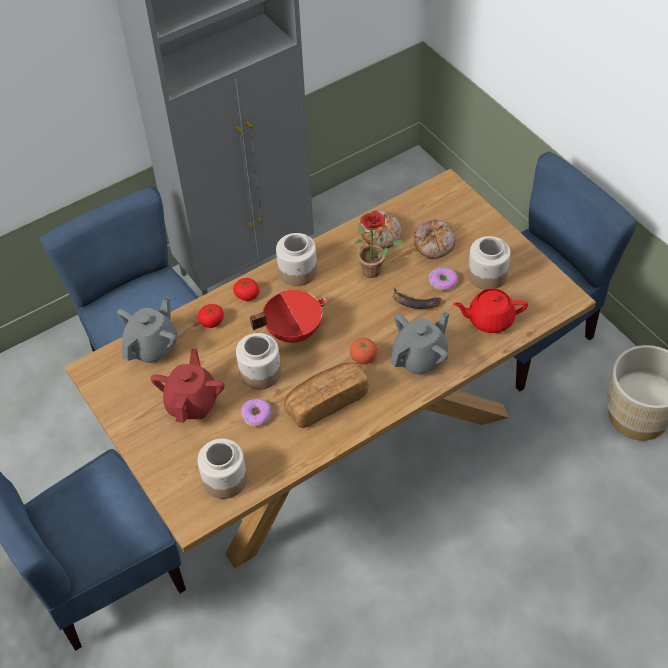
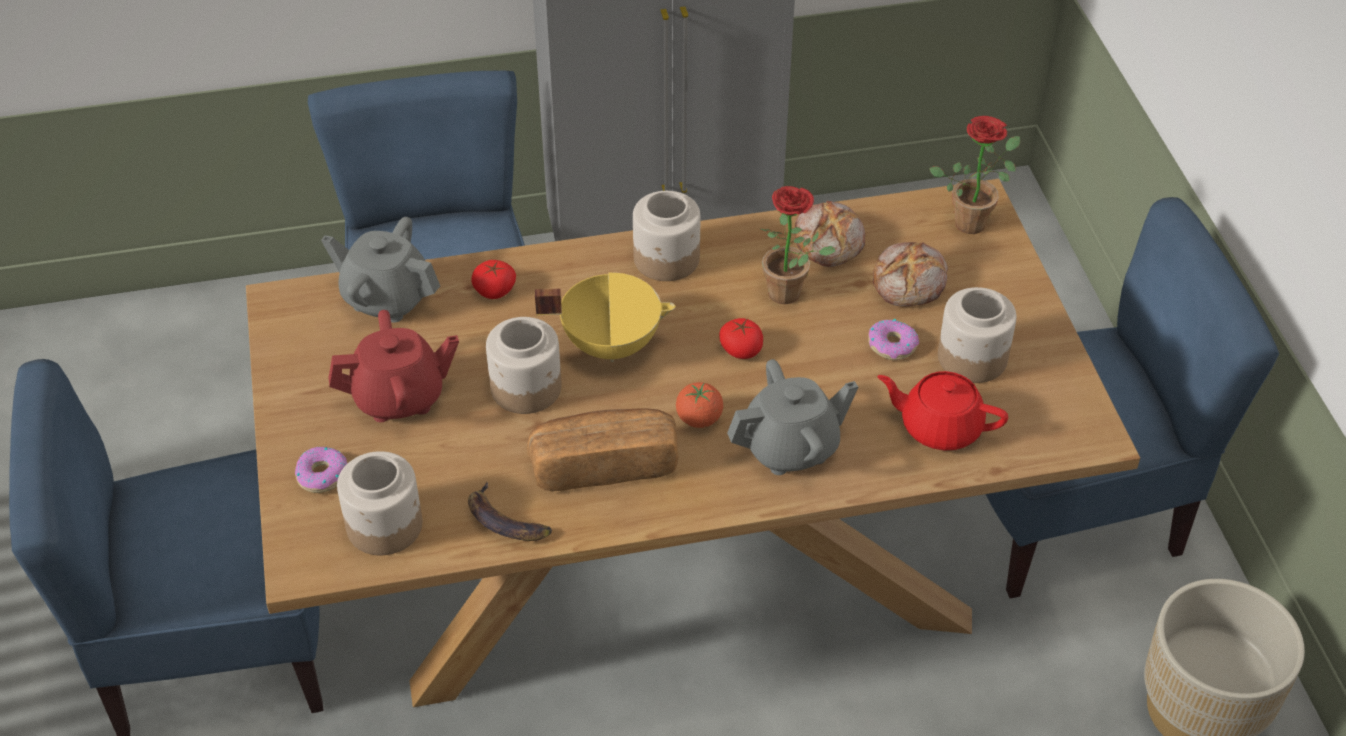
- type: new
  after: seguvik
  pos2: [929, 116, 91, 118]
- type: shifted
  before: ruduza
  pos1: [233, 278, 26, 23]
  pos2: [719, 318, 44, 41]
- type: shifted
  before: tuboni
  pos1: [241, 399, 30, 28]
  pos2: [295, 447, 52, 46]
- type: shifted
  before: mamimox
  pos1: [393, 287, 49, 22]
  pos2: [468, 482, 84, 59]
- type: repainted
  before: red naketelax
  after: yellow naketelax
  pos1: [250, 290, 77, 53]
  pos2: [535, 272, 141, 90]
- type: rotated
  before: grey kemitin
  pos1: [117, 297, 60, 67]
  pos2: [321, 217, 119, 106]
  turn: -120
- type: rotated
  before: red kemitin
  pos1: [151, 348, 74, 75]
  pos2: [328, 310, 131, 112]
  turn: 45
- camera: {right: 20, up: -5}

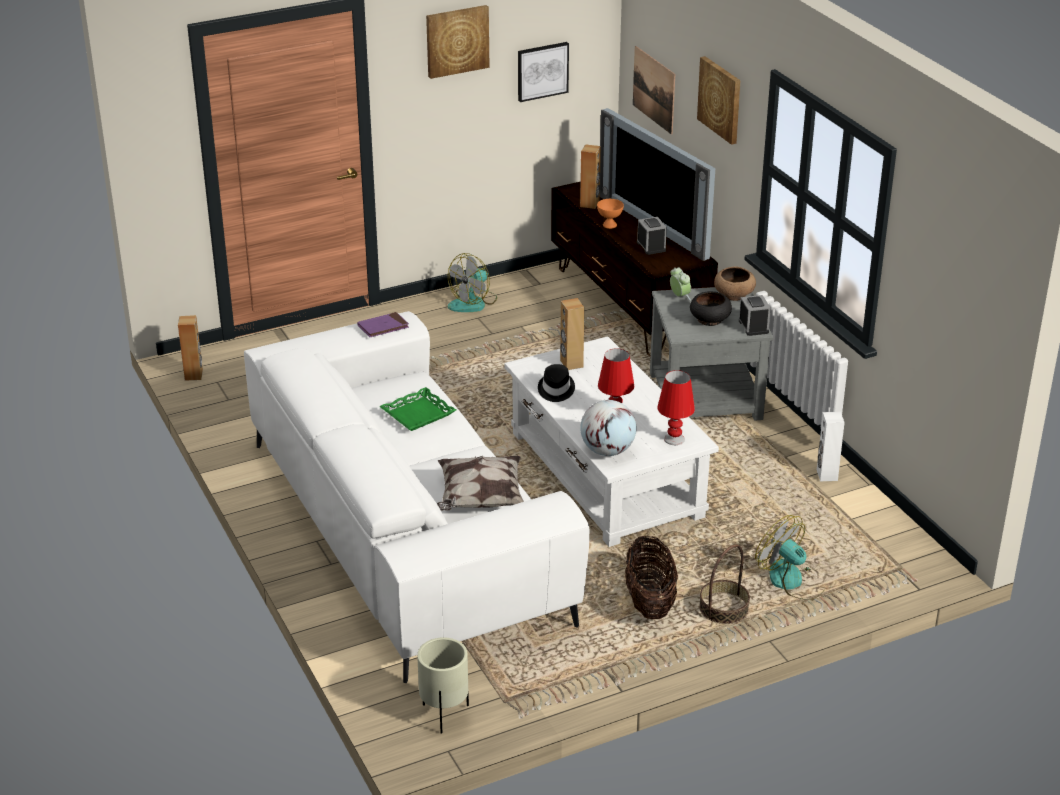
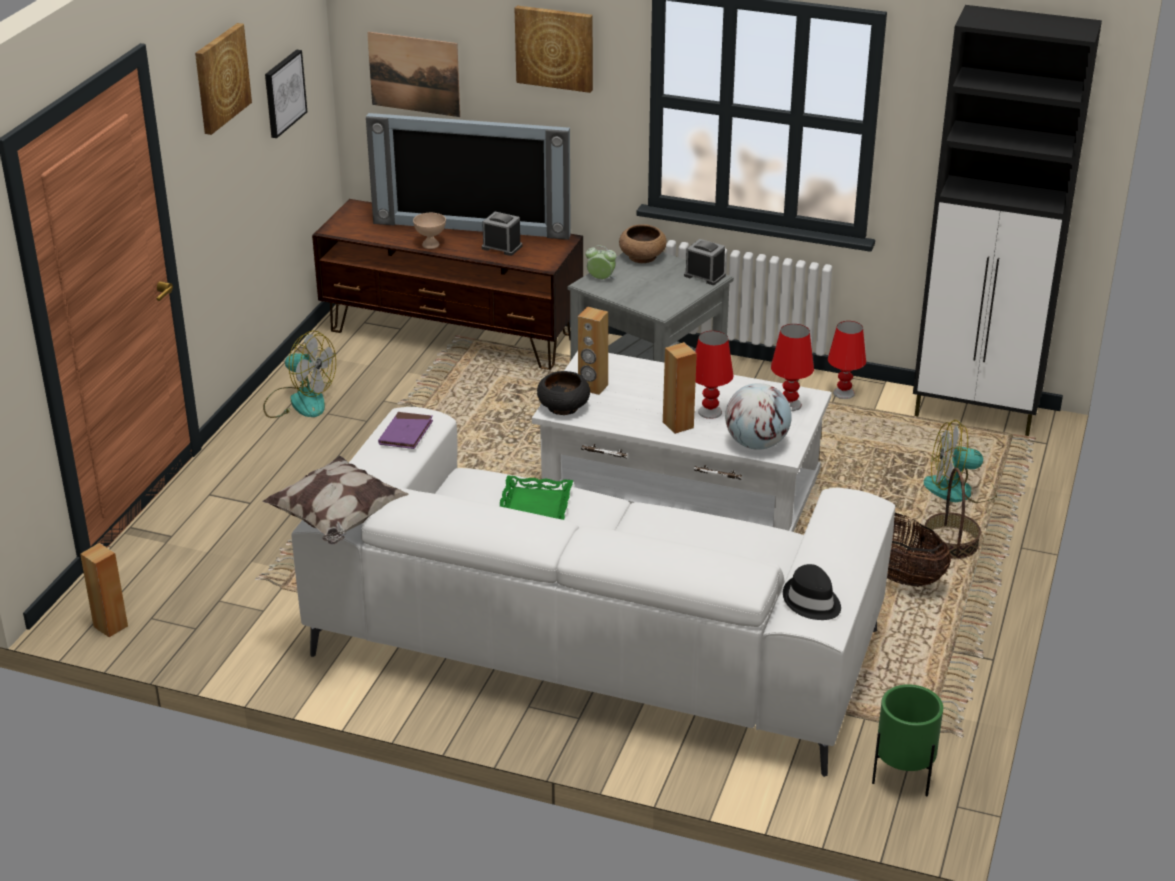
- type: new
  after: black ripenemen
  pos2: [913, 5, 189, 431]
- type: shifted
  before: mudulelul
  pos1: [437, 456, 87, 55]
  pos2: [262, 456, 146, 88]
- type: shifted
  before: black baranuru
  pos1: [538, 364, 37, 38]
  pos2: [783, 564, 58, 56]
- type: shifted
  before: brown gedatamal
  pos1: [580, 144, 21, 65]
  pos2: [663, 342, 34, 92]
- type: shifted
  before: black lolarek
  pos1: [690, 291, 42, 35]
  pos2: [537, 371, 53, 44]
- type: swapped
  before: white gedatamal
  after: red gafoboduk
  pos1: [817, 412, 28, 69]
  pos2: [828, 321, 38, 78]
- type: repainted
  before: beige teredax
  after: green teredax
  pos1: [417, 637, 52, 97]
  pos2: [872, 684, 71, 113]
- type: repainted
  before: orange lolarek
  after: beige lolarek
  pos1: [597, 199, 27, 30]
  pos2: [413, 213, 33, 36]
- type: rotated
  before: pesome
  pos1: [448, 253, 49, 59]
  pos2: [263, 331, 73, 87]
  turn: -60
- camera: {right: -45, up: 0}

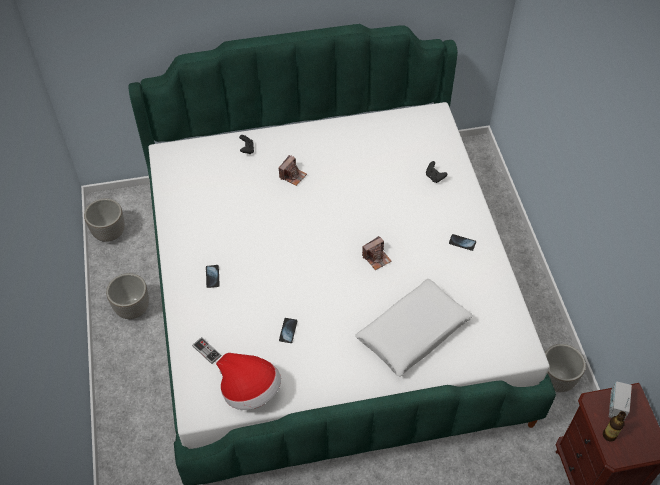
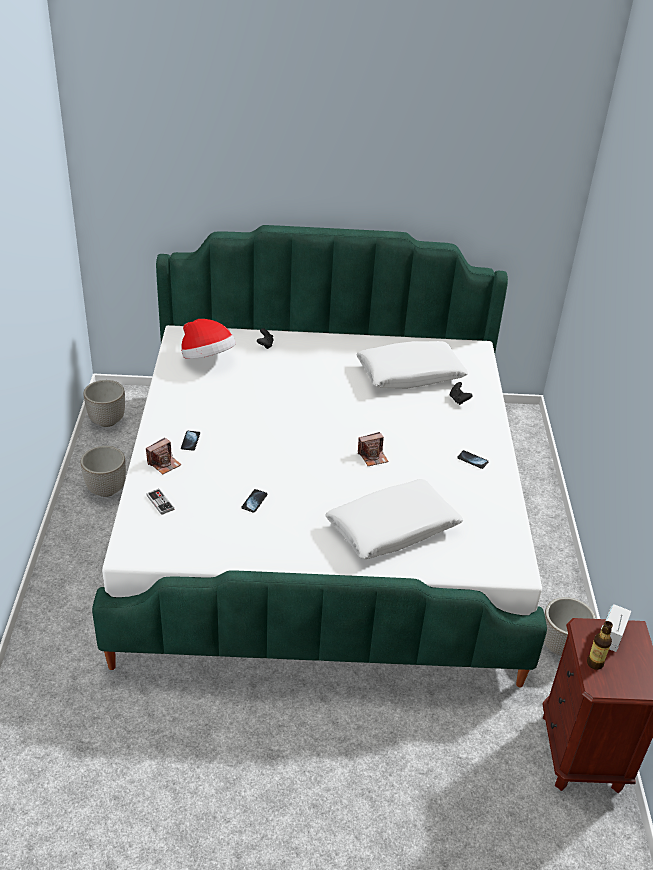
- type: new
  after: white mudulelul
  pos2: [356, 341, 112, 48]
- type: shifted
  before: baranuru
  pos1: [216, 353, 65, 57]
  pos2: [181, 319, 55, 40]
- type: shifted
  before: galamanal
  pos1: [279, 155, 28, 31]
  pos2: [146, 438, 36, 36]
- camera: {right: 10, up: -15}

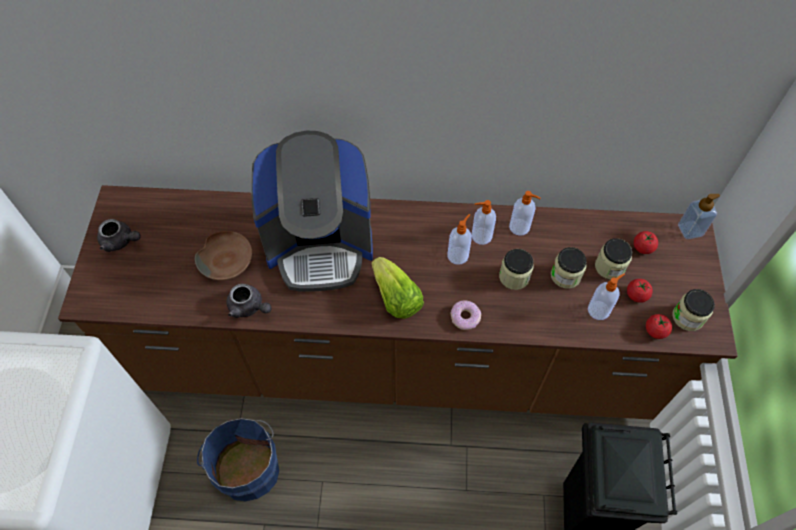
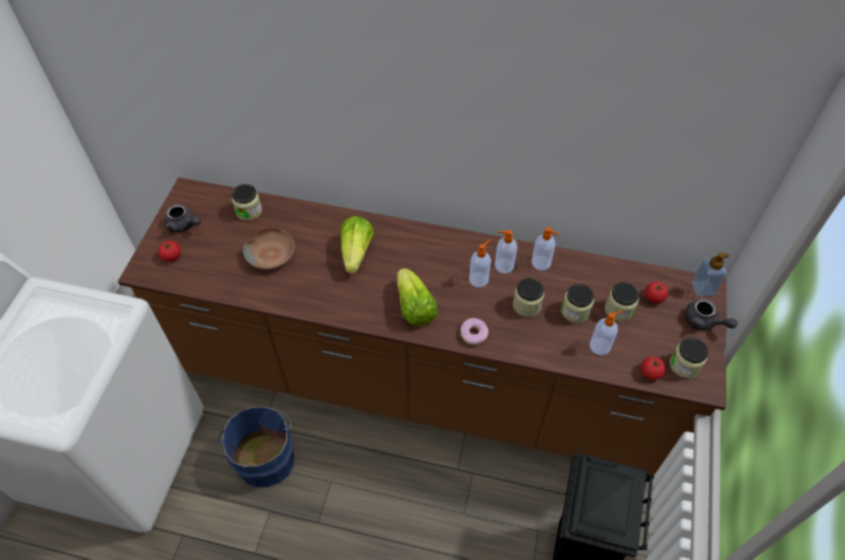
- type: new
  after: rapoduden
  pos2: [232, 184, 30, 37]
- type: shifted
  before: grey kemitin
  pos1: [227, 284, 45, 34]
  pos2: [684, 299, 53, 31]
- type: shifted
  before: ruduza
  pos1: [627, 279, 26, 24]
  pos2: [158, 241, 23, 21]
- type: swapped
  before: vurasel
  after: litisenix
  pos1: [251, 131, 122, 161]
  pos2: [341, 216, 33, 57]
- camera: {right: 10, up: -5}

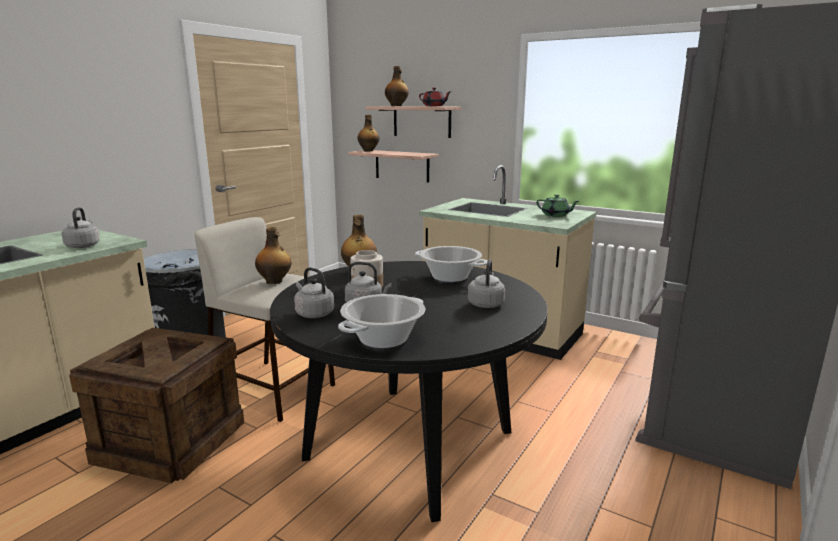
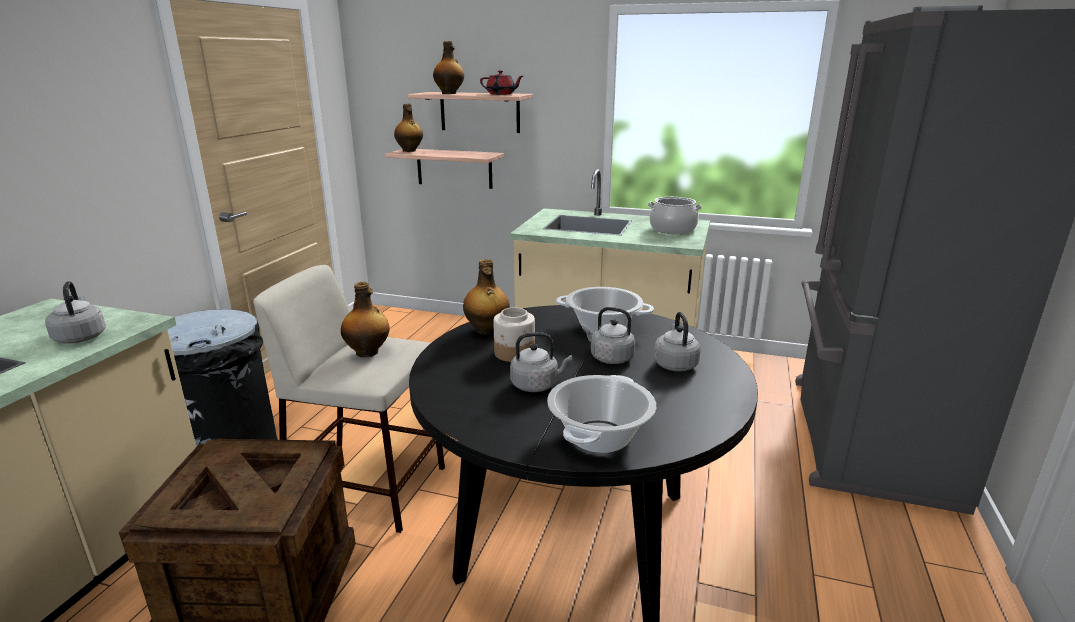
- type: shifted
  before: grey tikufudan
  pos1: [294, 267, 40, 51]
  pos2: [582, 307, 53, 57]
- type: swapped
  before: green kemitin
  after: naketelax
  pos1: [536, 194, 43, 23]
  pos2: [648, 197, 54, 37]
- camera: {right: -15, up: 5}

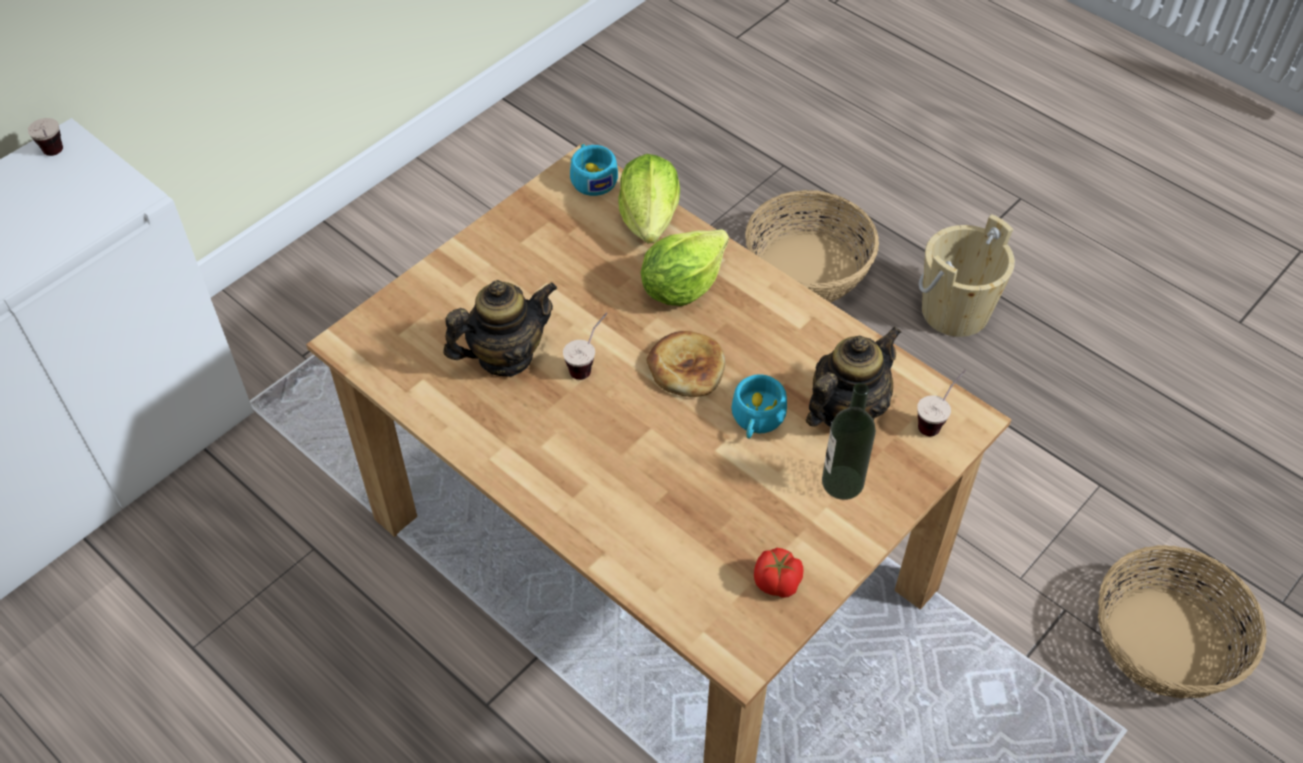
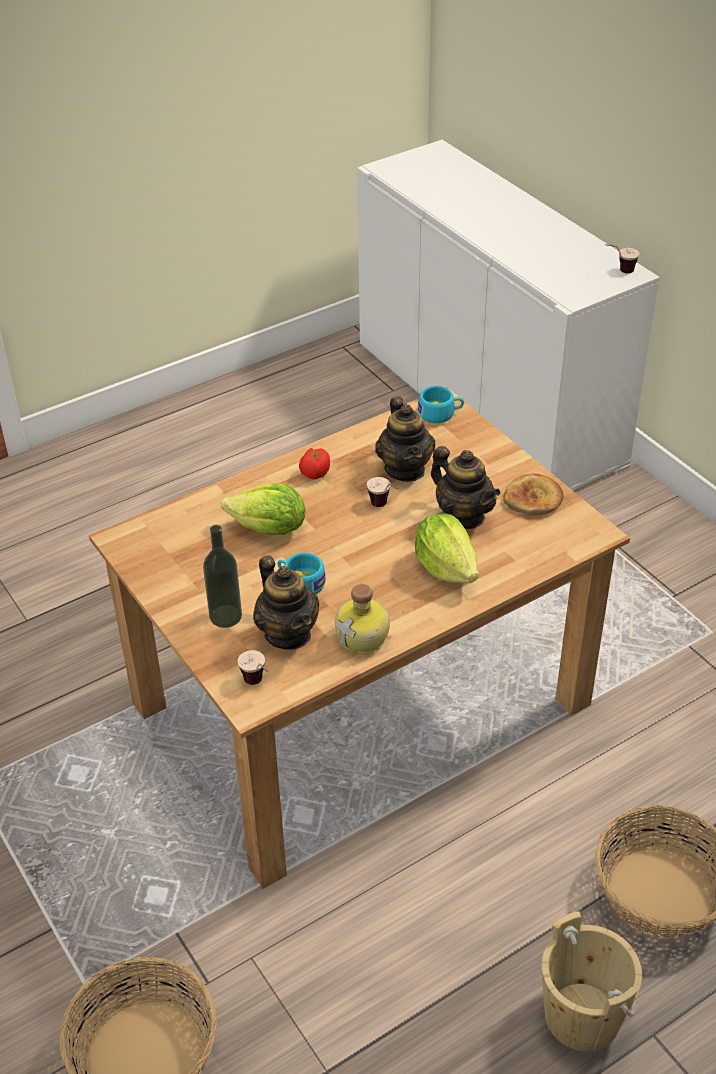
- type: new
  after: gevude
  pos2: [335, 584, 55, 70]
- type: new
  after: kemitin
  pos2: [431, 446, 69, 83]
- type: shifted
  before: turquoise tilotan
  pos1: [570, 144, 48, 52]
  pos2: [418, 386, 46, 37]
- type: shifted
  before: litisenix
  pos1: [619, 154, 61, 89]
  pos2: [222, 483, 83, 52]
- type: shifted
  before: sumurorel
  pos1: [647, 331, 78, 66]
  pos2: [503, 474, 61, 41]
- type: shifted
  before: ruduza
  pos1: [754, 548, 49, 50]
  pos2: [299, 448, 31, 32]
- camera: {right: 105, up: -10}

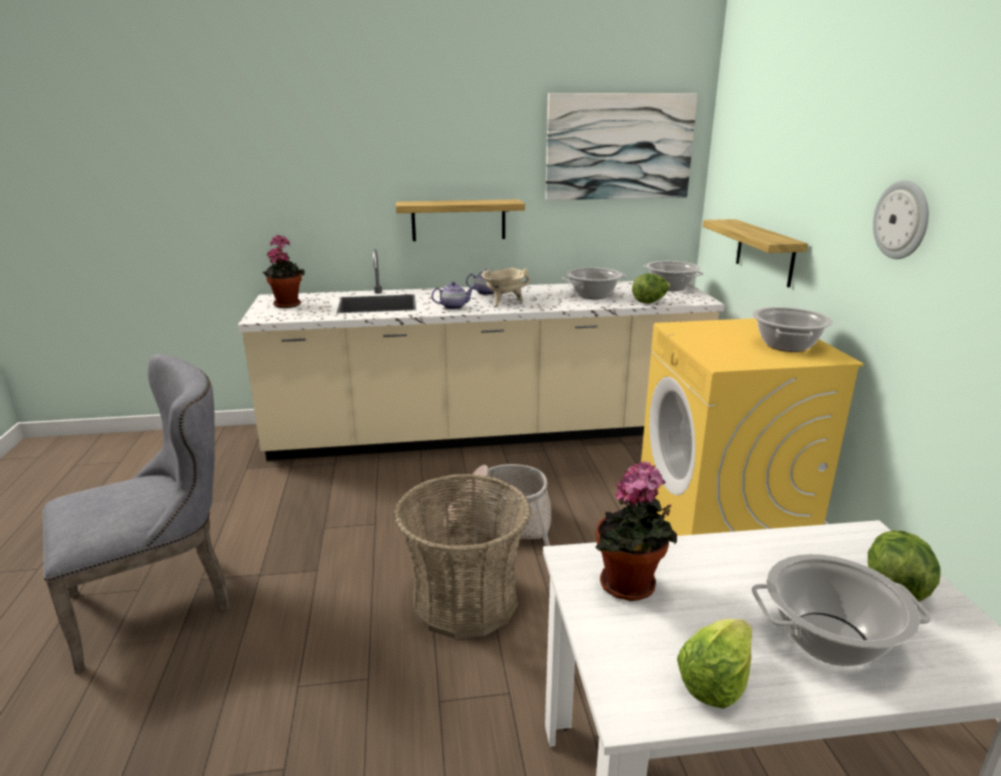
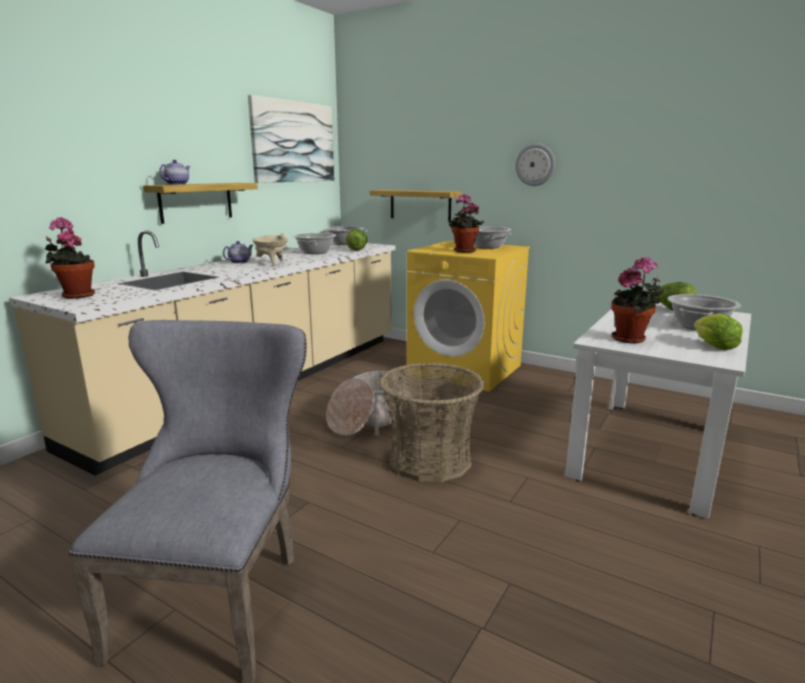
- type: new
  after: seguvik
  pos2: [449, 194, 35, 59]
- type: shifted
  before: kemitin
  pos1: [431, 282, 43, 28]
  pos2: [159, 160, 32, 25]
- camera: {right: -50, up: -5}

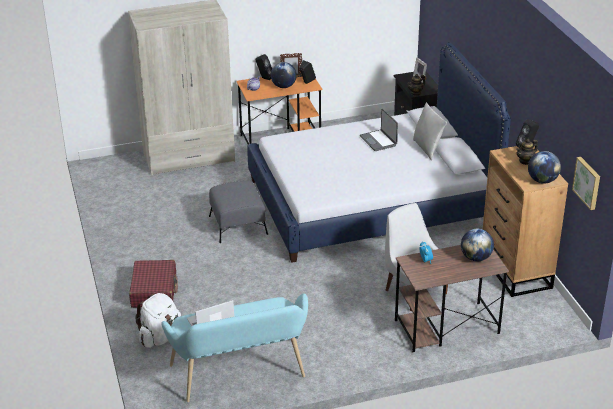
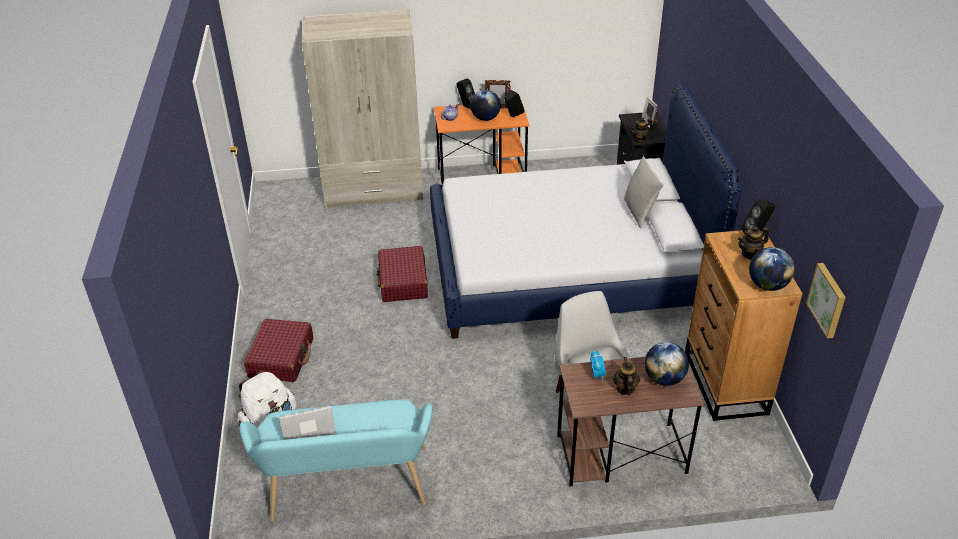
- type: gone
  before: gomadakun
  pos1: [360, 109, 38, 42]
- type: new
  after: kemitin
  pos2: [613, 357, 27, 38]
- type: swapped
  before: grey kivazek
  after: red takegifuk
  pos1: [209, 181, 59, 62]
  pos2: [377, 246, 51, 56]
- camera: {right: 10, up: 5}

